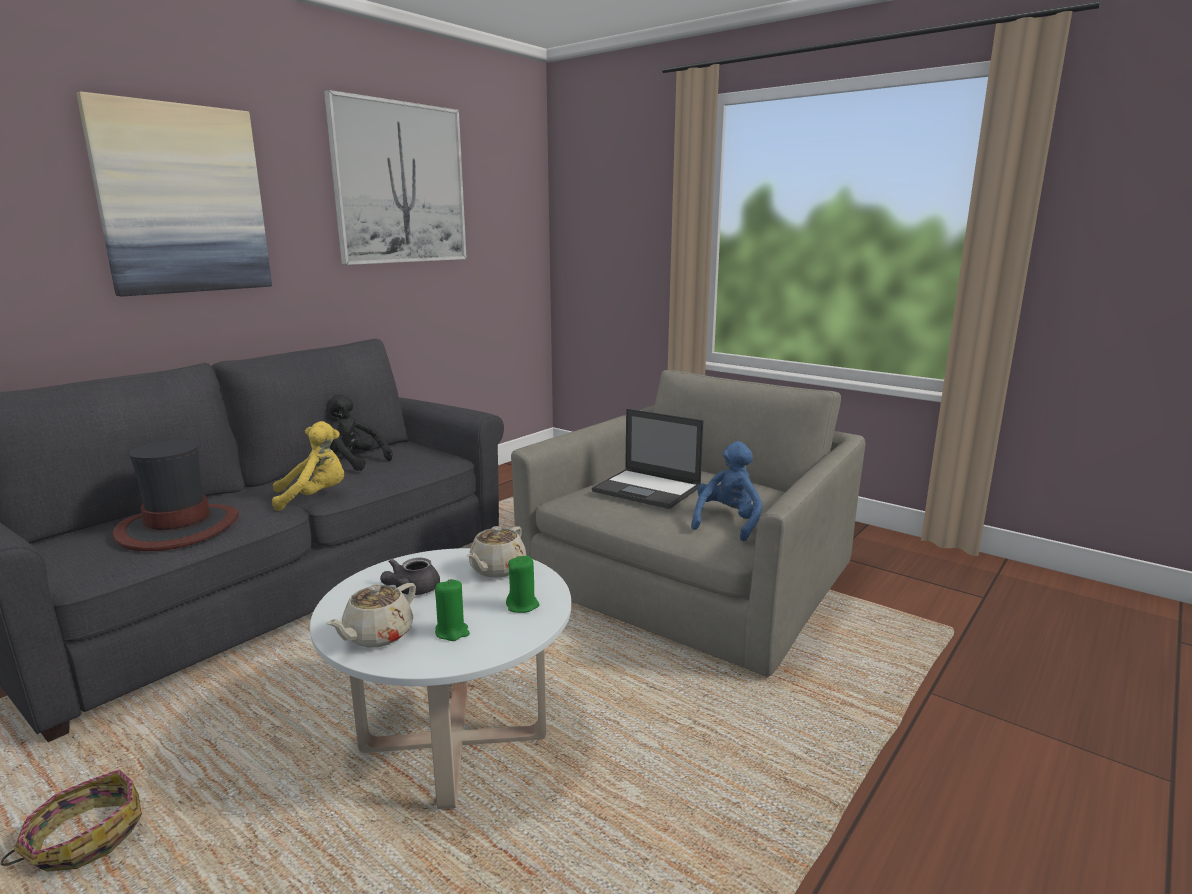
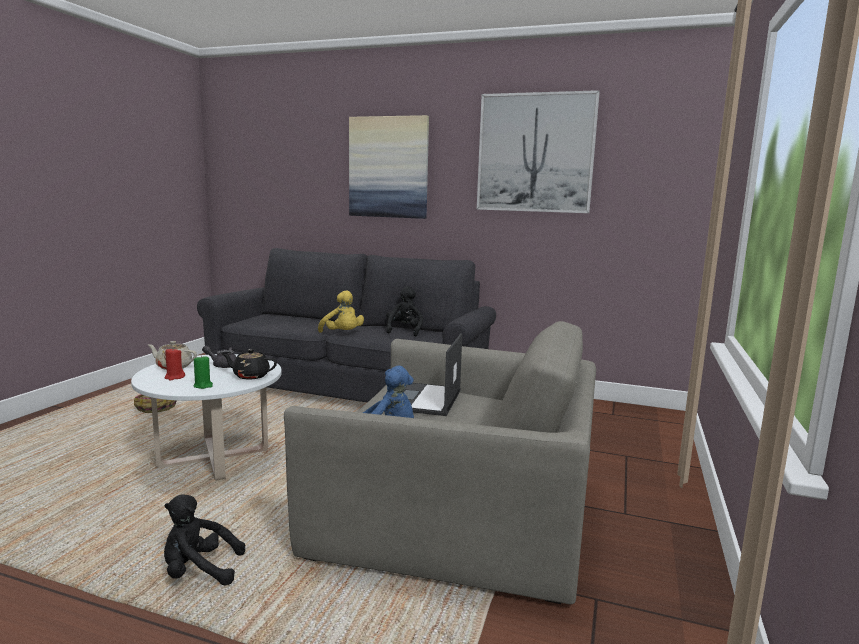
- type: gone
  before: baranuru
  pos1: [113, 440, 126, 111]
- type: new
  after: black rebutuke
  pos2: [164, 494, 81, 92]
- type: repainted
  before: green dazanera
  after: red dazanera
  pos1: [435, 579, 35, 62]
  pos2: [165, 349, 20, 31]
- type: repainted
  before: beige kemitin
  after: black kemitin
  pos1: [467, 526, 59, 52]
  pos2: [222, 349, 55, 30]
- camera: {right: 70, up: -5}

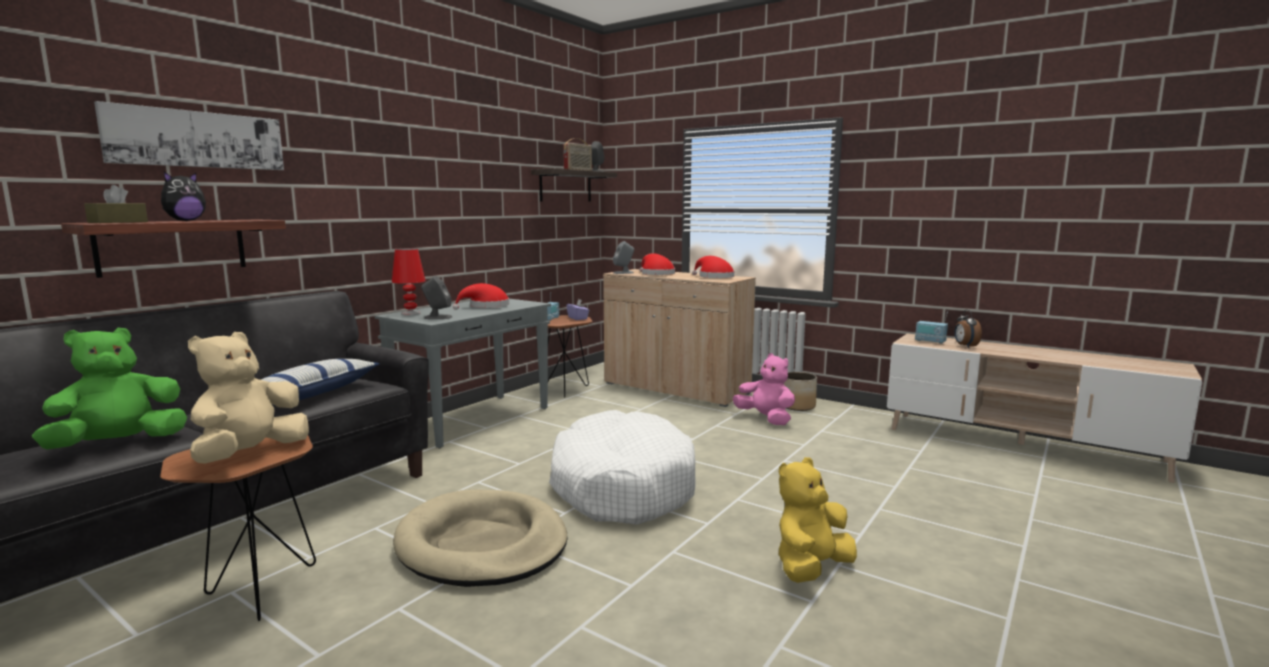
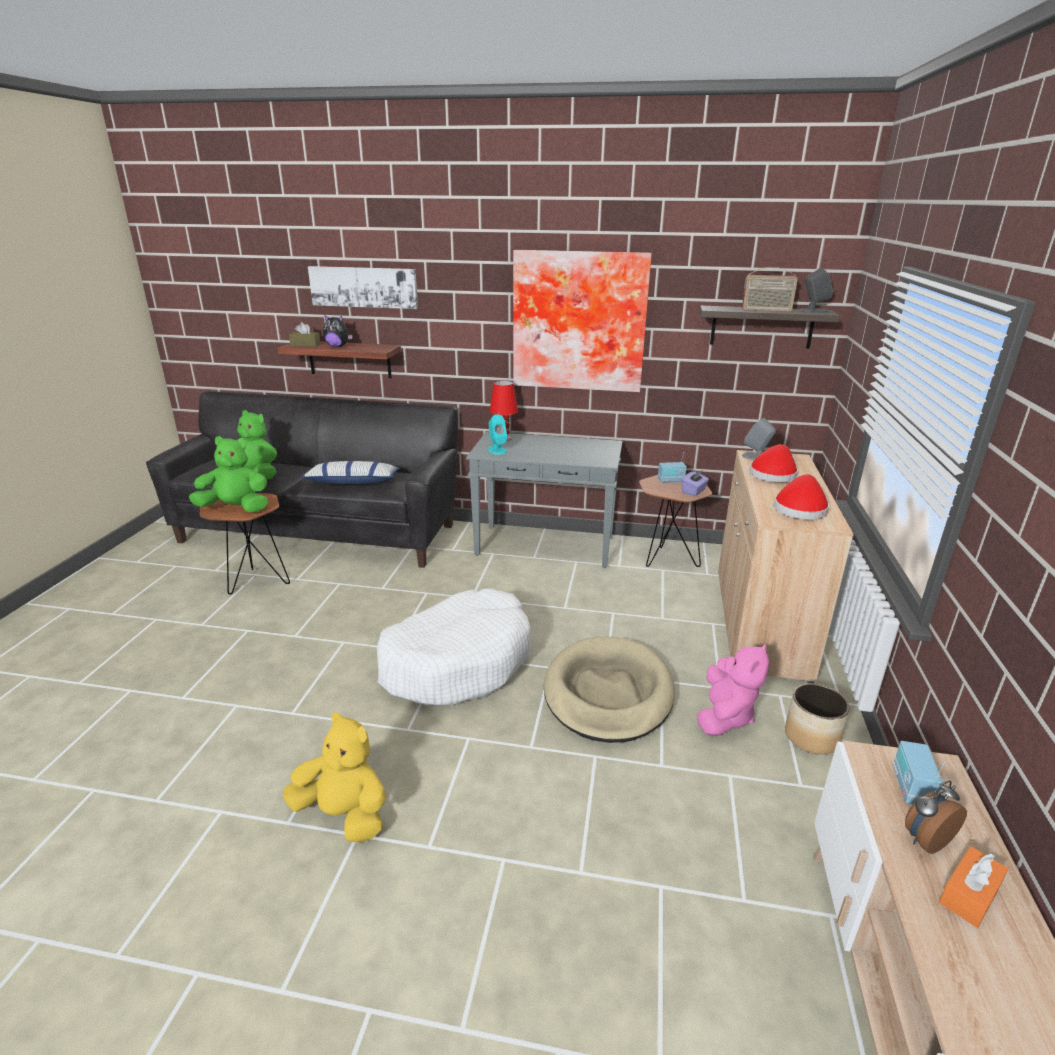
- type: gone
  before: red baranuru
  pos1: [453, 283, 56, 27]
- type: new
  after: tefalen
  pos2: [513, 250, 139, 142]
- type: new
  after: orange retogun
  pos2: [939, 846, 69, 82]
- type: shifted
  before: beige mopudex
  pos1: [393, 490, 174, 97]
  pos2: [544, 637, 131, 106]
- type: repainted
  before: beige rebutuke
  after: green rebutuke
  pos1: [188, 332, 121, 131]
  pos2: [189, 436, 79, 76]
- type: repainted
  before: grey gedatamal
  after: turquoise gedatamal
  pos1: [421, 276, 31, 43]
  pos2: [488, 414, 19, 41]
- camera: {right: 65, up: 15}

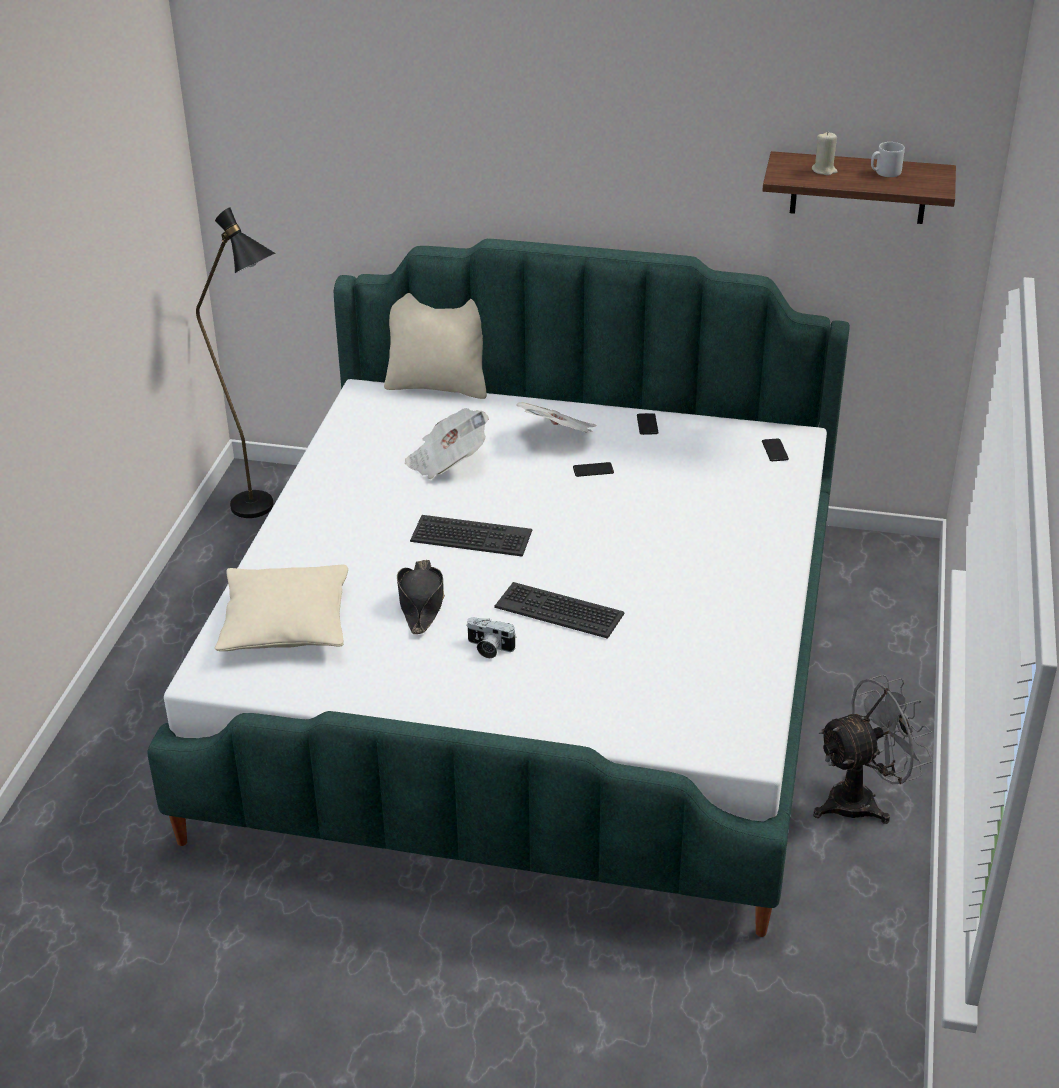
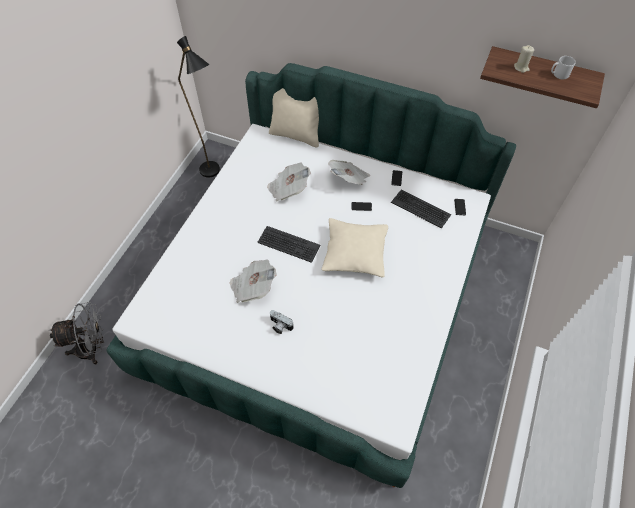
- type: shifted
  before: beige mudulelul
  pos1: [215, 565, 133, 86]
  pos2: [321, 218, 67, 60]
- type: shifted
  before: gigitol
  pos1: [494, 582, 130, 57]
  pos2: [391, 189, 60, 40]
- type: shifted
  before: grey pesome
  pos1: [813, 675, 120, 149]
  pos2: [49, 302, 55, 62]
- type: swapped
  before: black baranuru
  after: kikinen
  pos1: [397, 560, 48, 74]
  pos2: [230, 259, 46, 44]
- camera: {right: 10, up: 20}

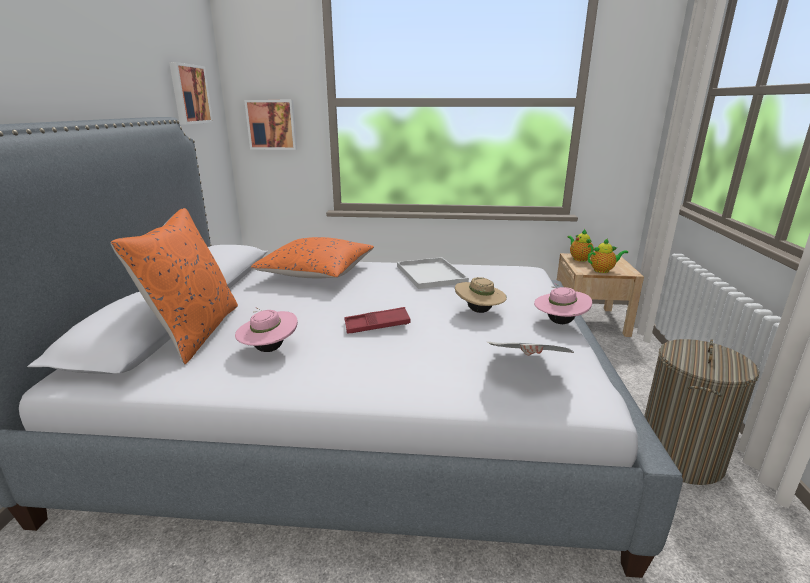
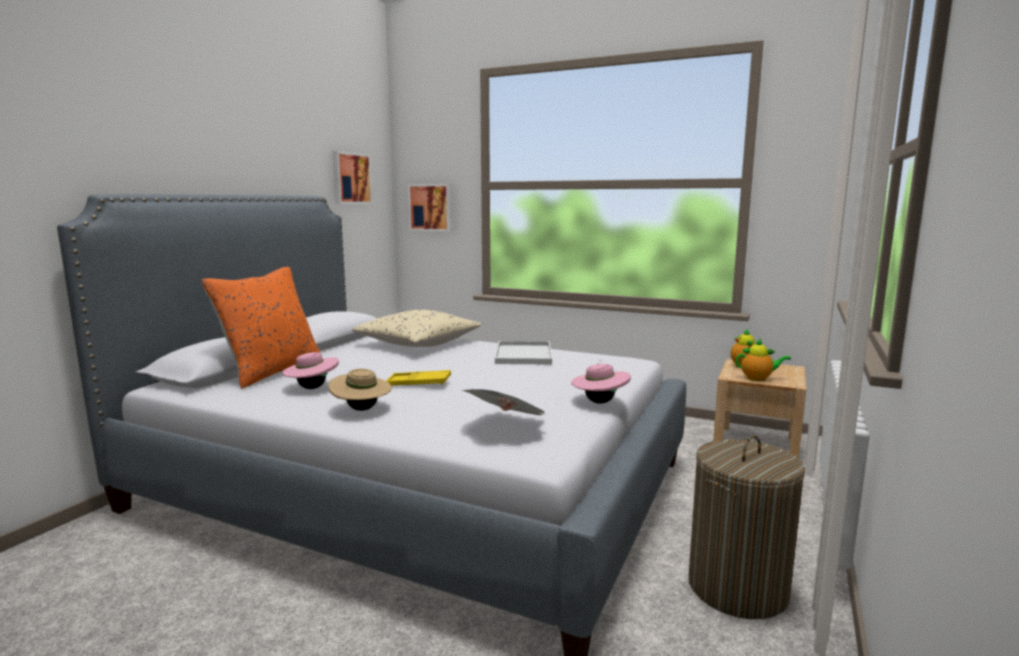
- type: shifted
  before: beige baranuru
  pos1: [455, 277, 52, 36]
  pos2: [328, 369, 64, 42]
- type: repainted
  before: orange mudulelul
  after: beige mudulelul
  pos1: [251, 237, 123, 41]
  pos2: [352, 310, 130, 37]
- type: repainted
  before: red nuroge
  after: yellow nuroge
  pos1: [344, 307, 67, 27]
  pos2: [386, 370, 65, 16]
- camera: {right: 20, up: -10}

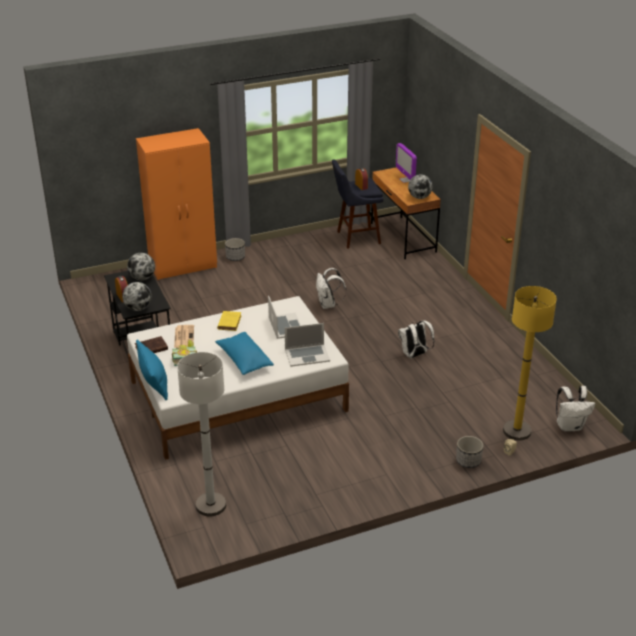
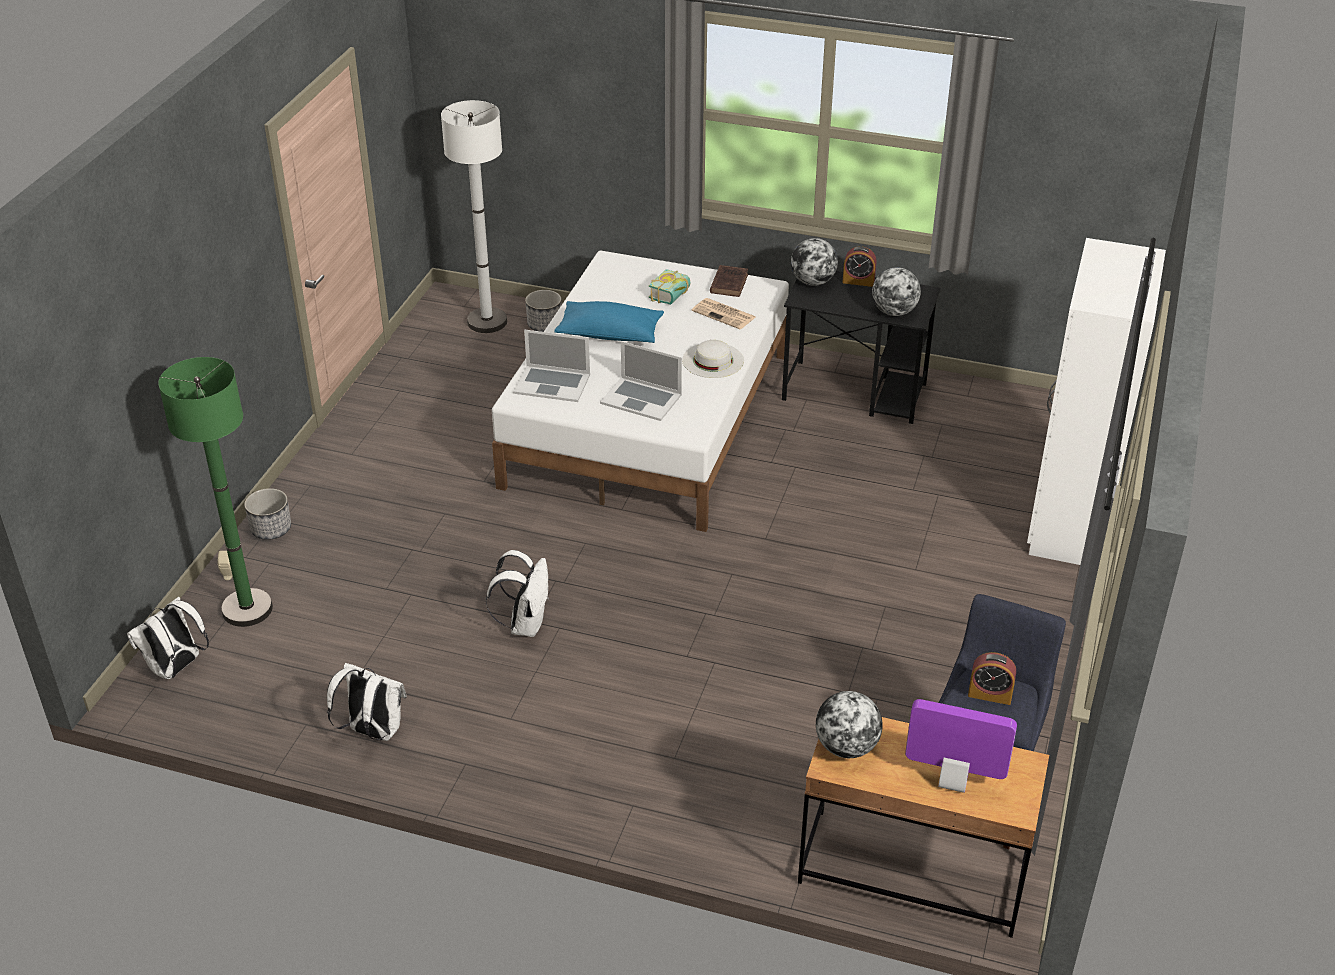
- type: gone
  before: blue mudulelul
  pos1: [136, 339, 32, 61]
- type: shifted
  before: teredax
  pos1: [225, 238, 20, 23]
  pos2: [525, 290, 37, 42]
- type: shifted
  before: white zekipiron
  pos1: [316, 268, 30, 41]
  pos2: [327, 663, 80, 78]
- type: swapped
  before: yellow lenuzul
  after: white baranuru
  pos1: [217, 311, 25, 20]
  pos2: [682, 340, 62, 38]
- type: repainted
  before: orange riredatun
  after: white riredatun
  pos1: [136, 128, 81, 152]
  pos2: [1027, 238, 139, 327]
- type: repainted
  before: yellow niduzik
  after: green niduzik
  pos1: [503, 286, 54, 154]
  pos2: [158, 357, 115, 270]
- type: rotated
  before: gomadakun
  pos1: [285, 323, 45, 44]
  pos2: [513, 329, 77, 73]
  turn: -105
- camera: {right: 130, up: 5}

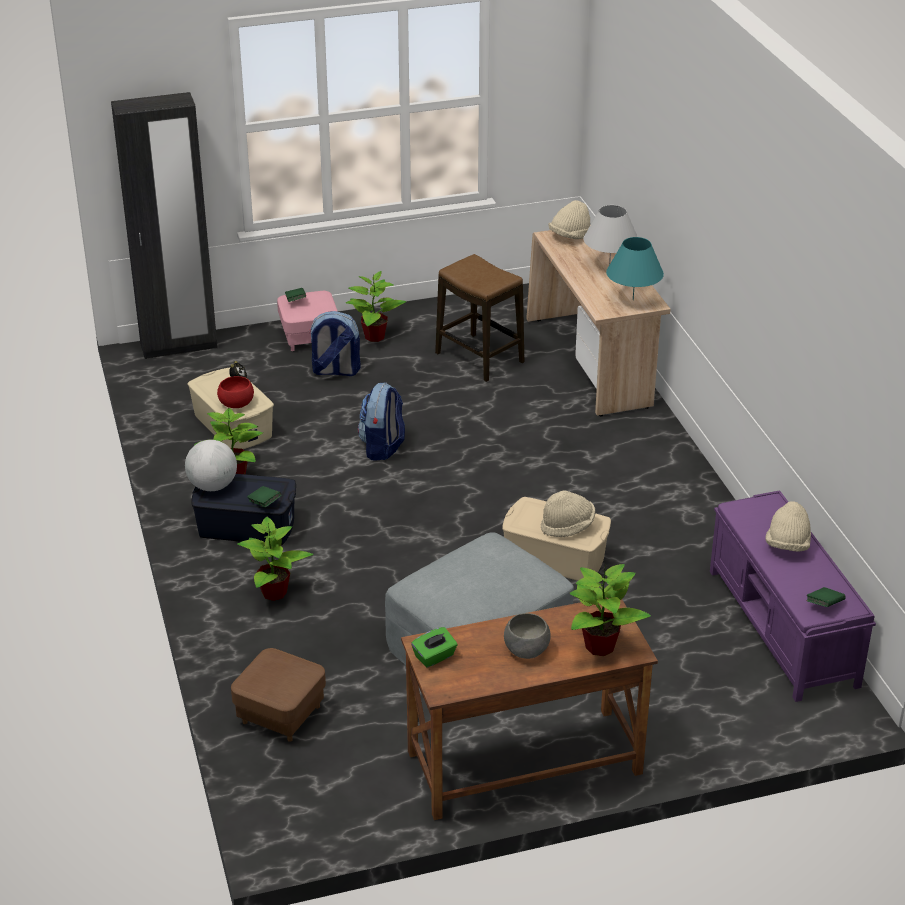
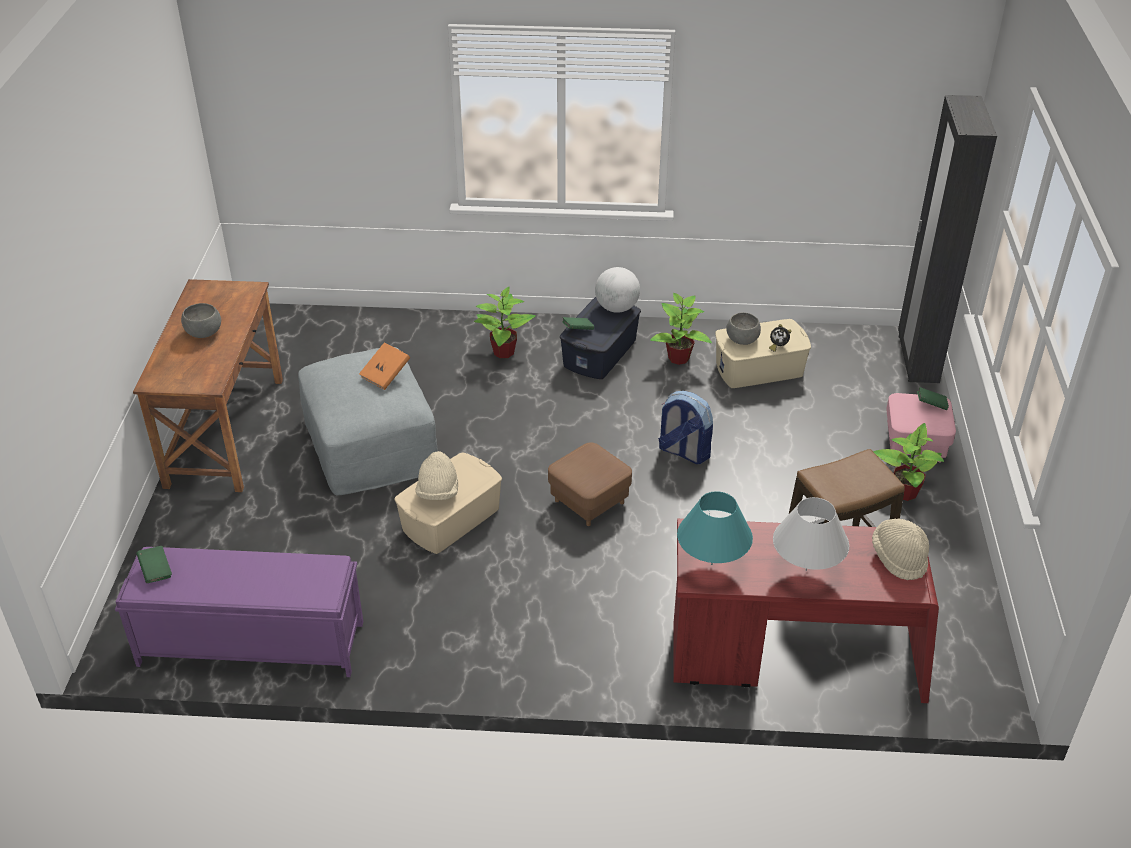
- type: gone
  before: zekipiron
  pos1: [308, 311, 53, 65]
- type: gone
  before: green retogun
  pos1: [411, 627, 47, 40]
- type: gone
  before: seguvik
  pos1: [569, 564, 82, 92]
- type: gone
  before: beige baranuru
  pos1: [765, 501, 46, 51]
- type: new
  after: orange lenuzul
  pos2: [359, 342, 51, 48]
- type: shifted
  before: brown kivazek
  pos1: [231, 648, 95, 94]
  pos2: [548, 442, 84, 84]
- type: repainted
  before: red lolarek
  after: grey lolarek
  pos1: [217, 376, 37, 32]
  pos2: [726, 312, 35, 33]
- type: repainted
  before: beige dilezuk
  after: red dilezuk
  pos1: [526, 230, 145, 186]
  pos2: [673, 519, 266, 184]
- camera: {right: 110, up: 5}

